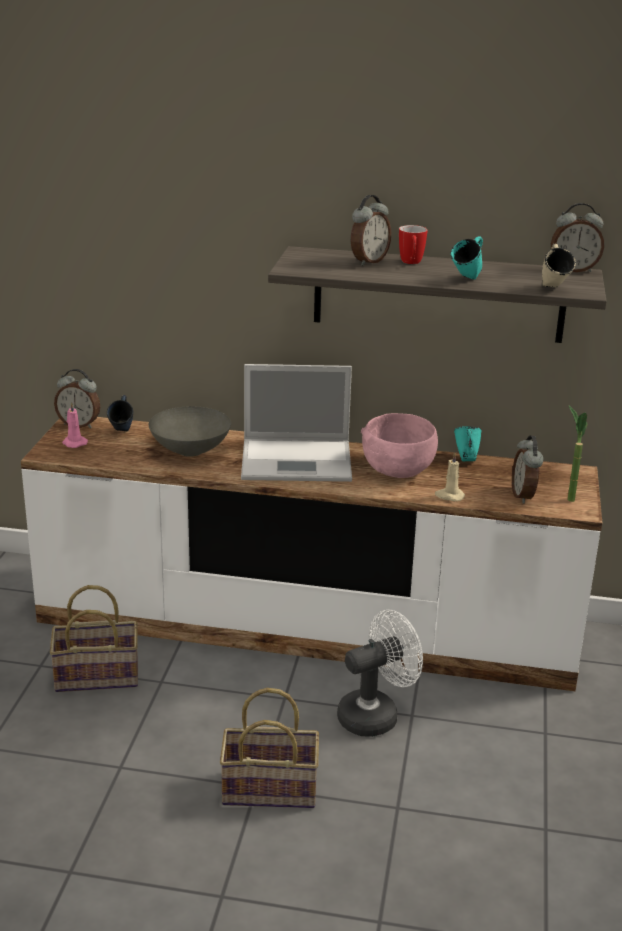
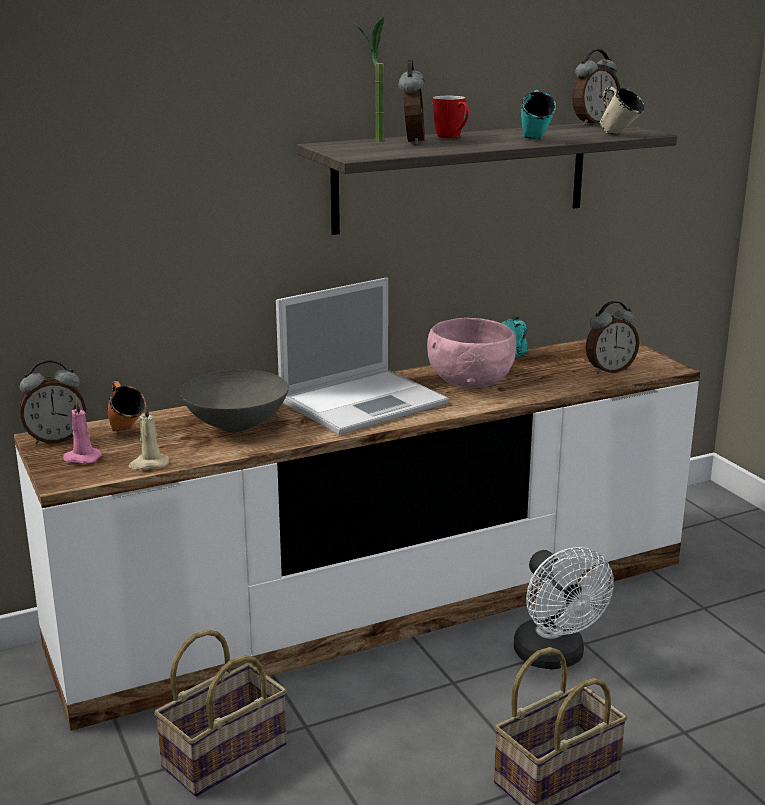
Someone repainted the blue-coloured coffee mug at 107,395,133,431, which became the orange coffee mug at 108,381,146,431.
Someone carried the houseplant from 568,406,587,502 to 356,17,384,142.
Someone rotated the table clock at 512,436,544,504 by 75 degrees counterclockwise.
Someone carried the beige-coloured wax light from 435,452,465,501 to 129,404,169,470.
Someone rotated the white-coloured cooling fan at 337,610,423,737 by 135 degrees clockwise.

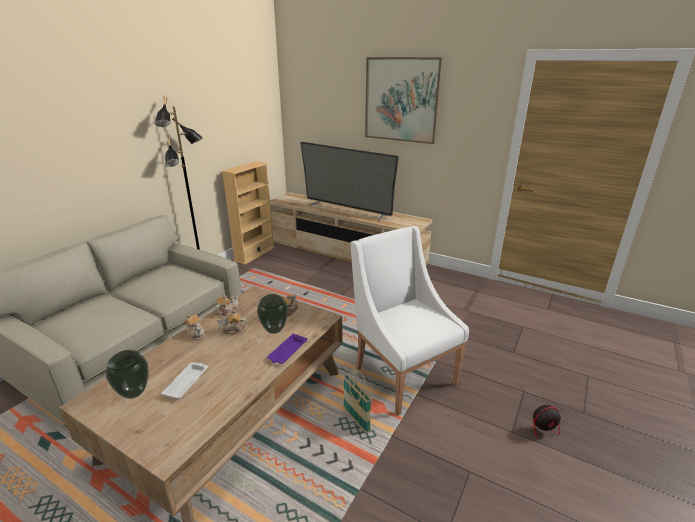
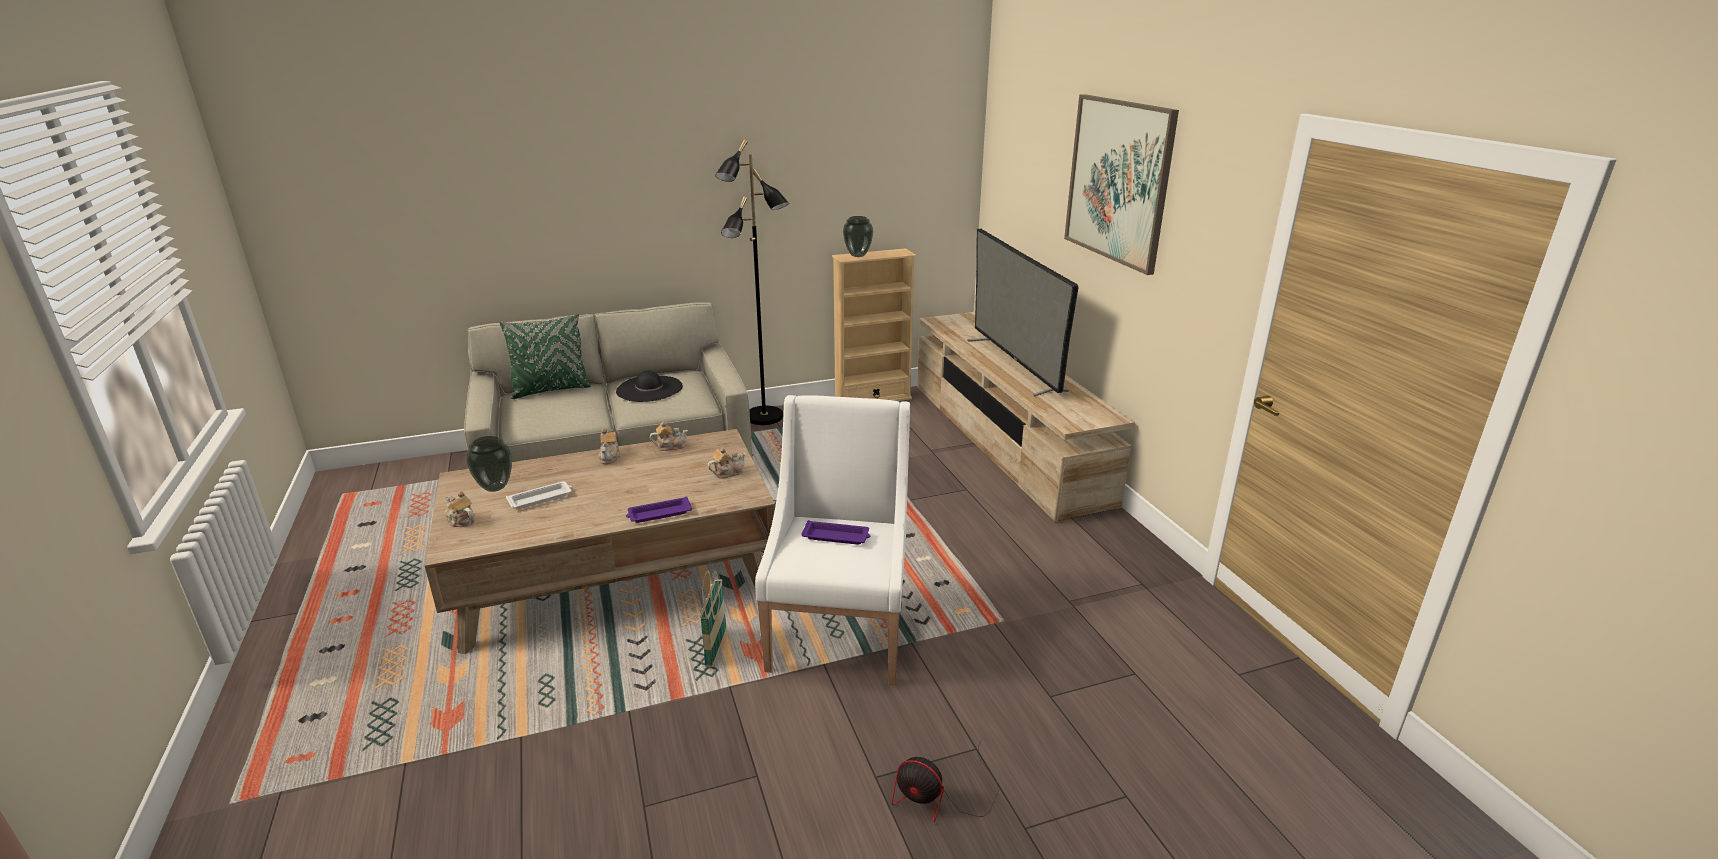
Someone carried the vase from 257,294,288,334 to 843,216,873,257.
Someone carried the pot for tea from 216,310,247,335 to 445,491,475,527.
Someone put down the green pillow at 500,314,591,399.
Someone put down the blackish hat at 616,370,683,402.
Someone put down the purplish tray at 801,520,870,545.

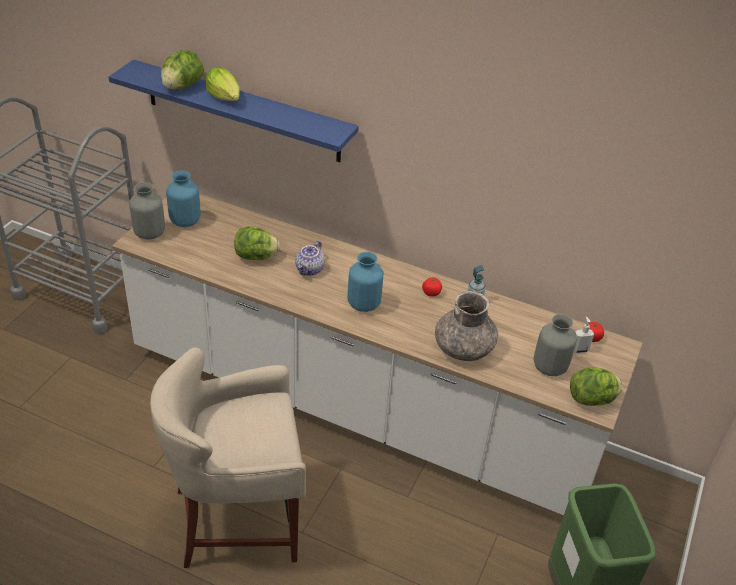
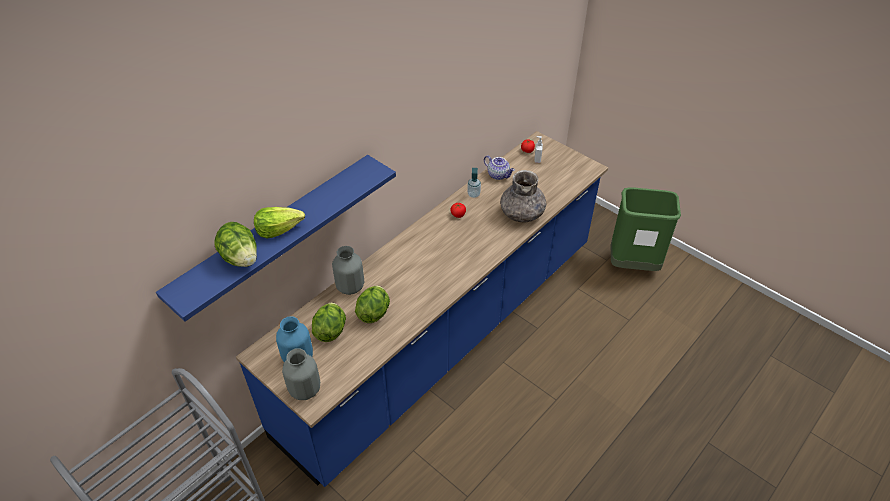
Someone repainted the white-coloured kitchen counter at 112,194,643,515, which became the blue-coloured kitchen counter at 236,131,608,487.
Someone carried the pot for tea from 295,240,325,276 to 484,155,515,180.
Someone took away the blue-coloured vase at 348,252,383,312.
Someone carried the grey vase from 534,314,577,376 to 332,246,364,295.
Someone took away the beige-coloured stool seat at 150,348,306,568.
Someone carried the lettuce head from 570,367,622,406 to 312,302,346,342.

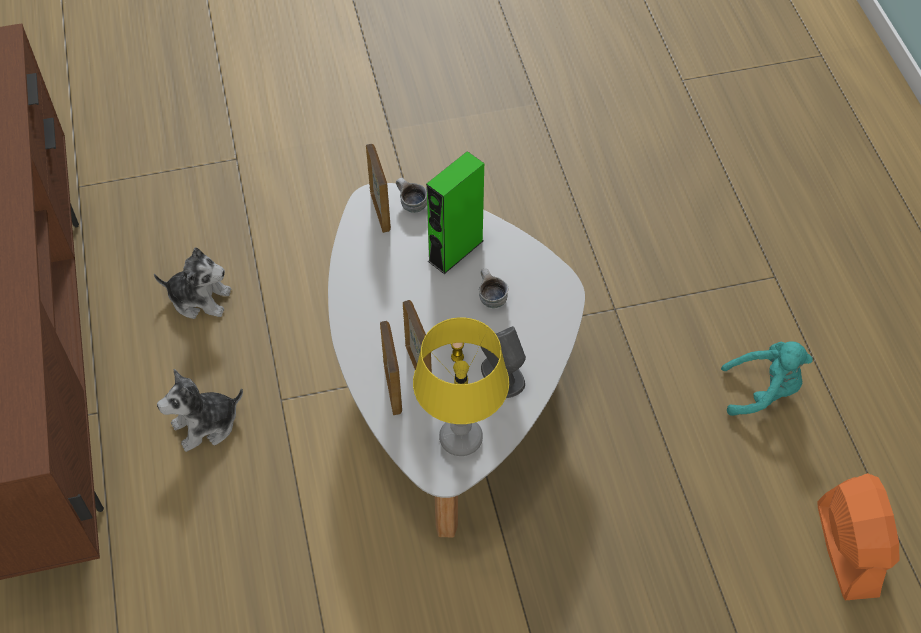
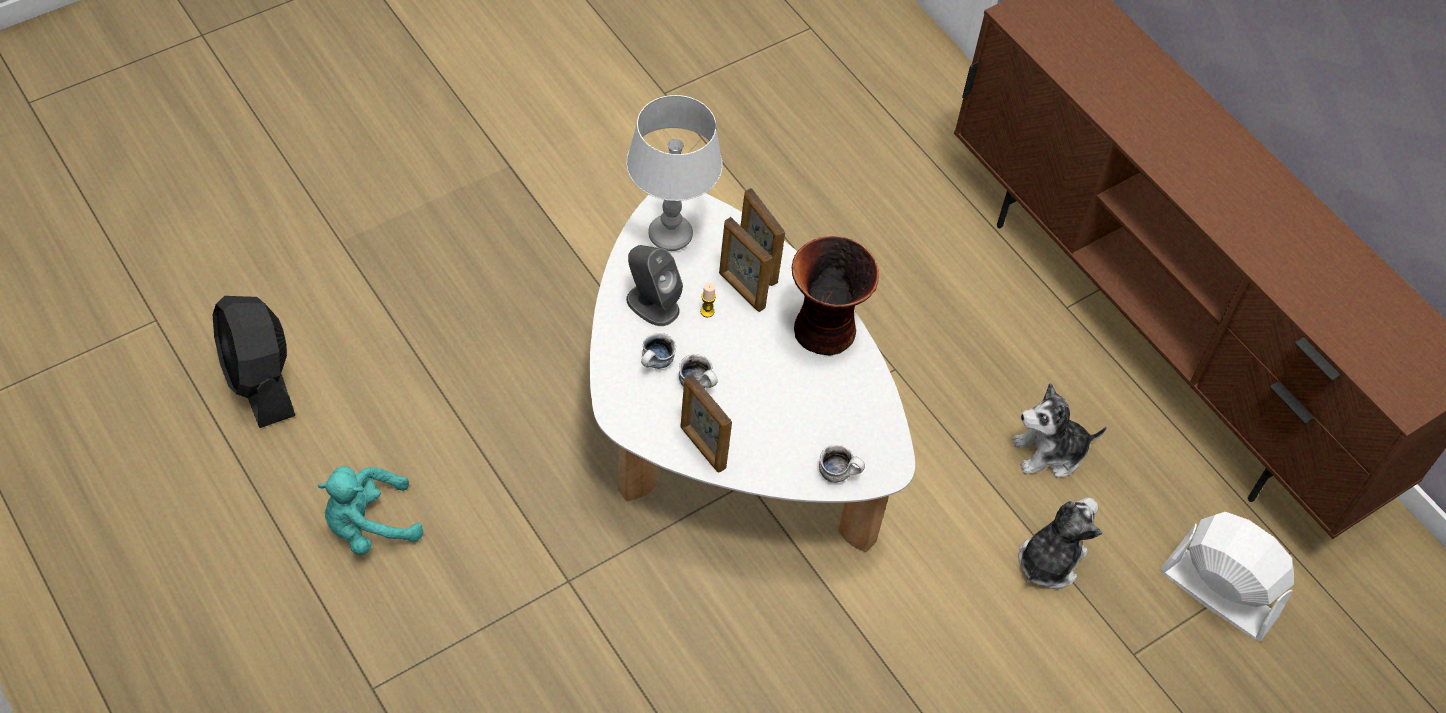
Someone carried the photo frame from 366,144,391,233 to 680,373,732,473.
Someone took away the green audio speaker at 426,151,484,274.
Someone repainted the yellow-coloured table lamp at 413,317,509,456, which became the grey table lamp at 626,95,722,251.
Someone carried the soft toy from 157,369,243,452 to 1018,497,1102,589.
Someone repainted the orange cooling fan at 817,473,900,601, which became the blackish cooling fan at 213,296,295,428.
Someone put down the vase at 792,236,879,355.
Someone put down the coffee mug at 641,333,676,369.
Someone put down the white-coloured cooling fan at 1160,512,1294,641.

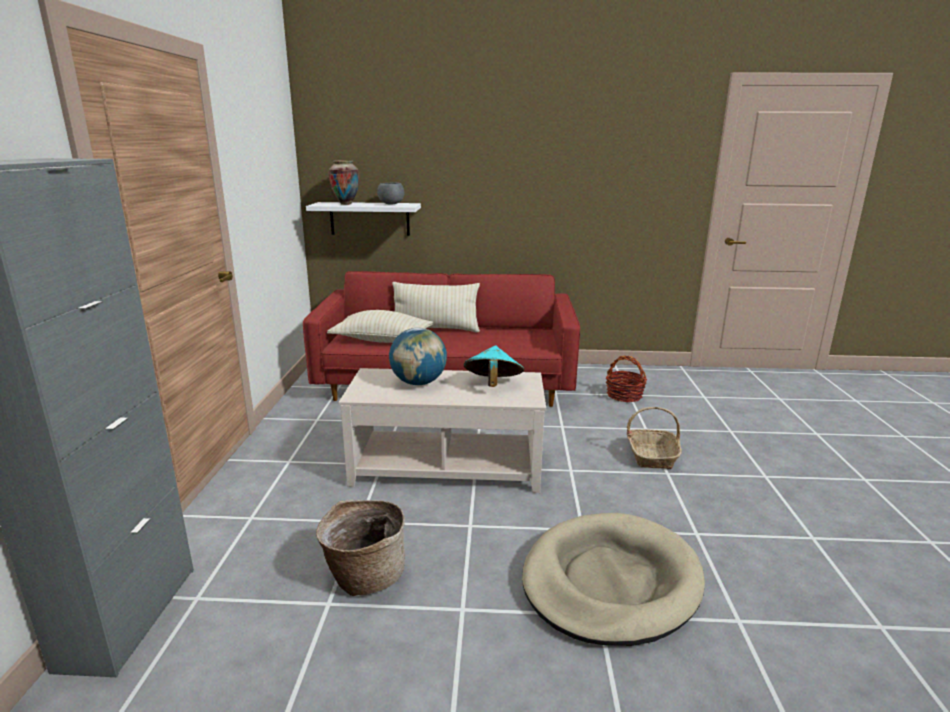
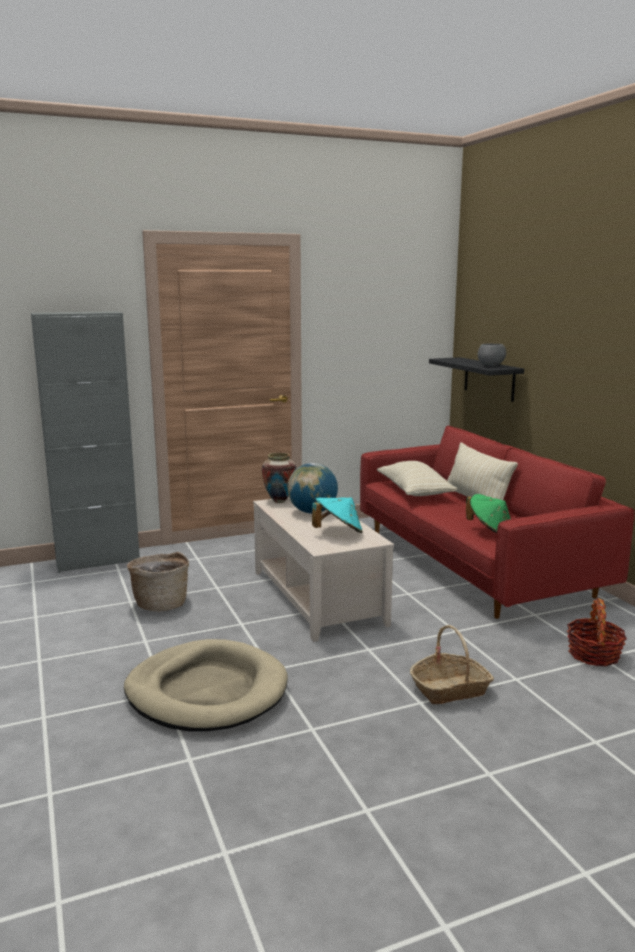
Someone carried the vase from 328,160,359,205 to 262,452,296,503.
Someone repainted the white-coloured bracket shelf at 306,202,421,236, which became the blackish bracket shelf at 429,357,524,402.
Someone put down the green hat at 466,494,511,533.

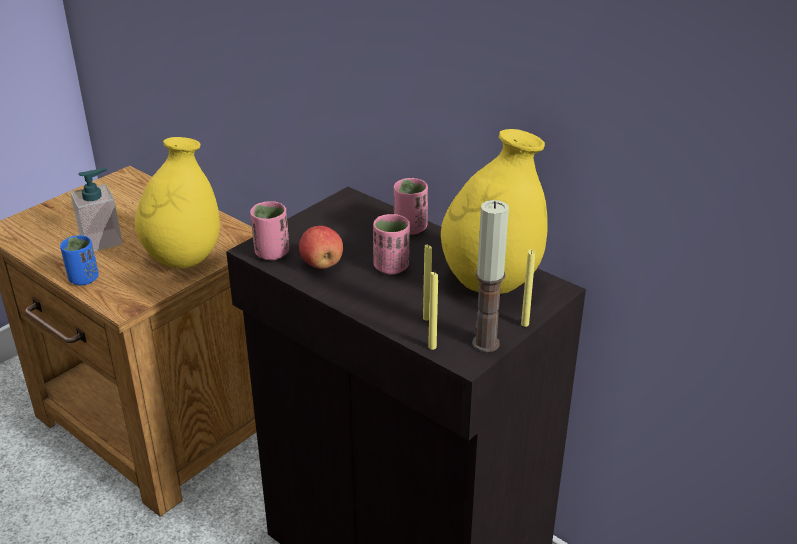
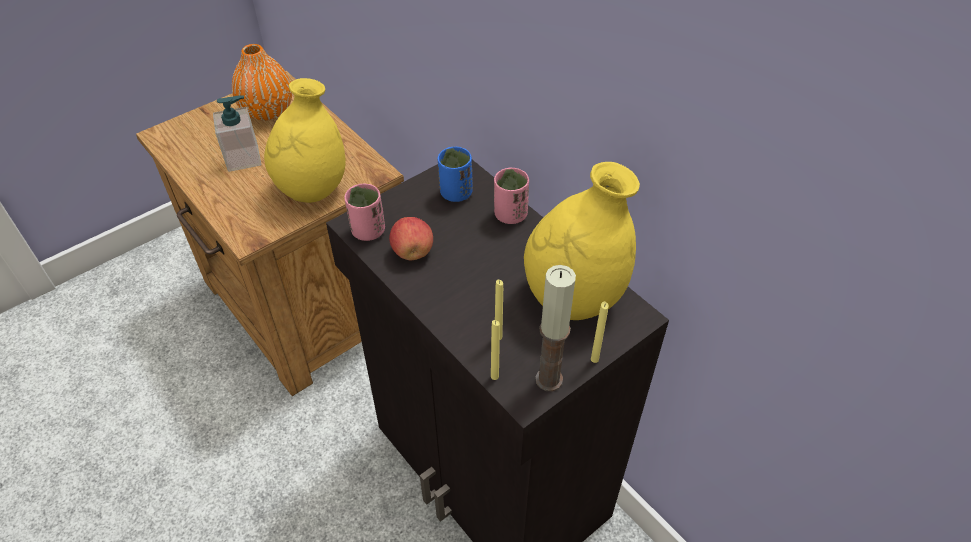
Someone took away the pink small cup at 373,214,410,275.
Someone carried the blue-coloured small cup from 60,235,99,285 to 438,146,473,202.
Someone put down the orange vase at 232,44,292,121.

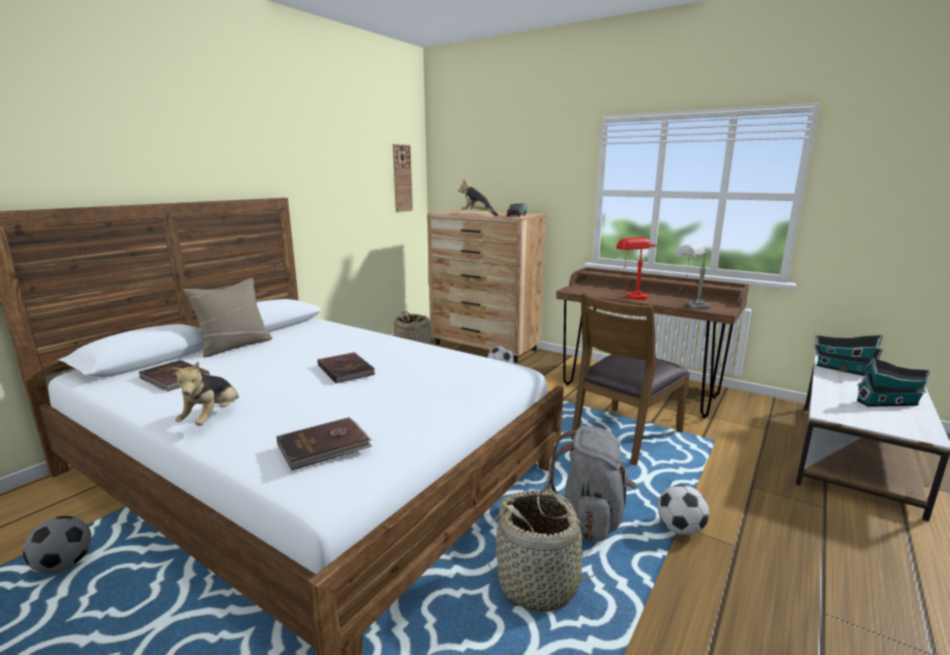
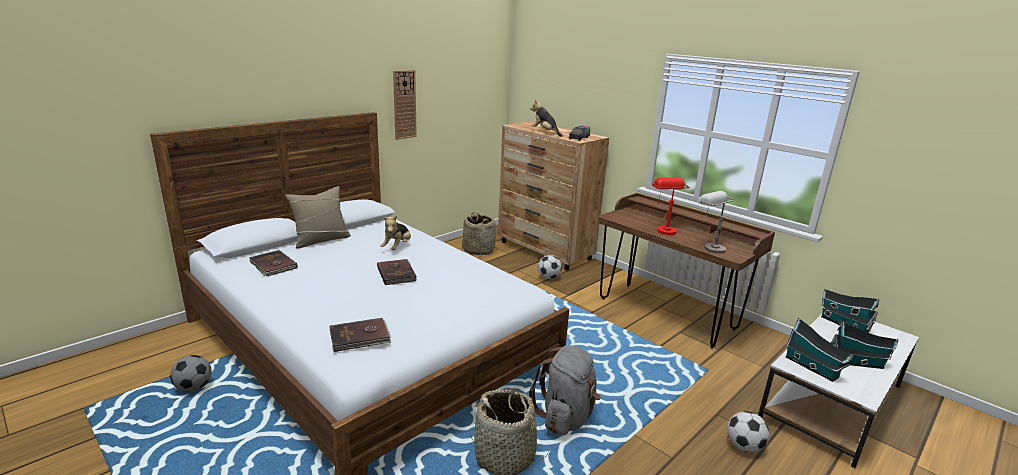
Someone carried the hanging clock from 393,144,413,212 to 393,70,417,140.
Someone took away the brown upright chair at 571,293,690,466.
Someone carried the soft toy from 172,361,239,426 to 381,215,411,250.
Someone carried the ball for football from 658,485,709,535 to 727,411,769,452.
Someone put down the model house at 786,318,853,382.

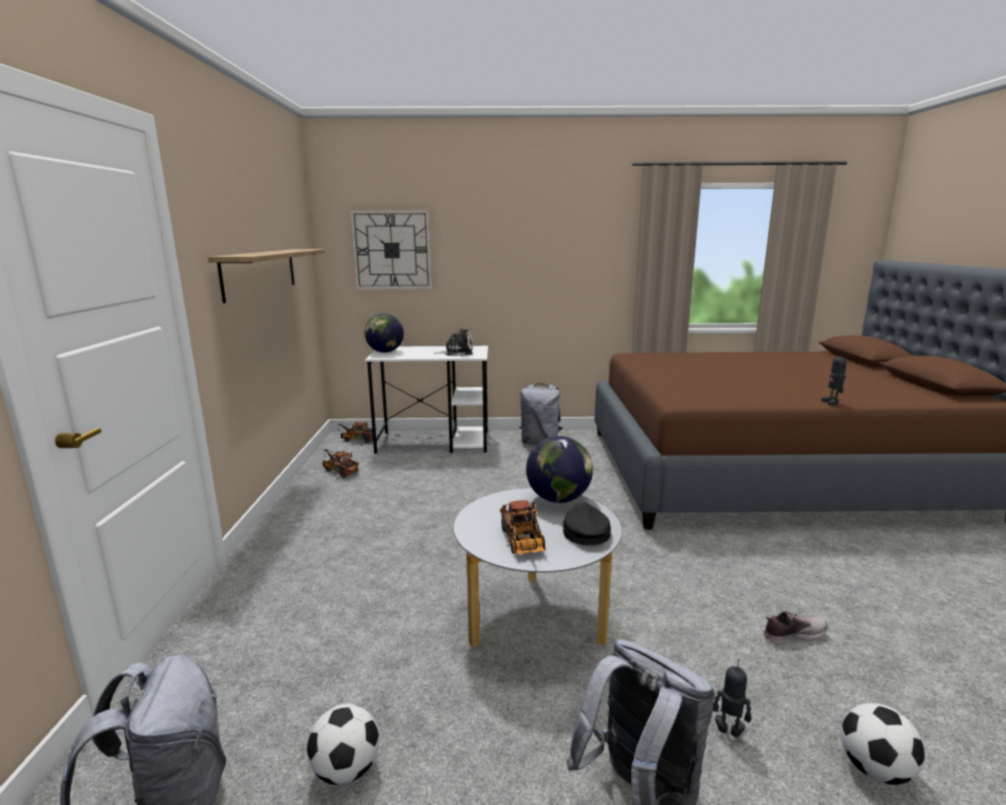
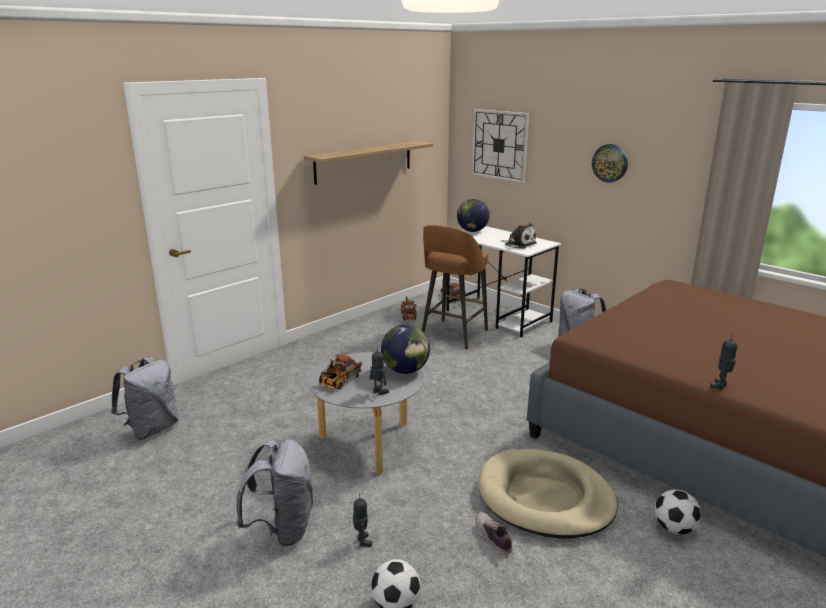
Someone swapped the blackish baseball cap at 562,502,611,545 for the toy robot at 370,346,389,395.
Someone rotated the low shoe at 764,611,828,645 by 150 degrees counterclockwise.
Someone carried the ball for football from 307,704,380,785 to 655,489,701,534.
Someone put up the hanging clock at 592,144,628,183.
Someone put down the brown stool seat at 422,225,488,349.
Someone put down the beige-coloured dog bed at 479,449,618,539.

